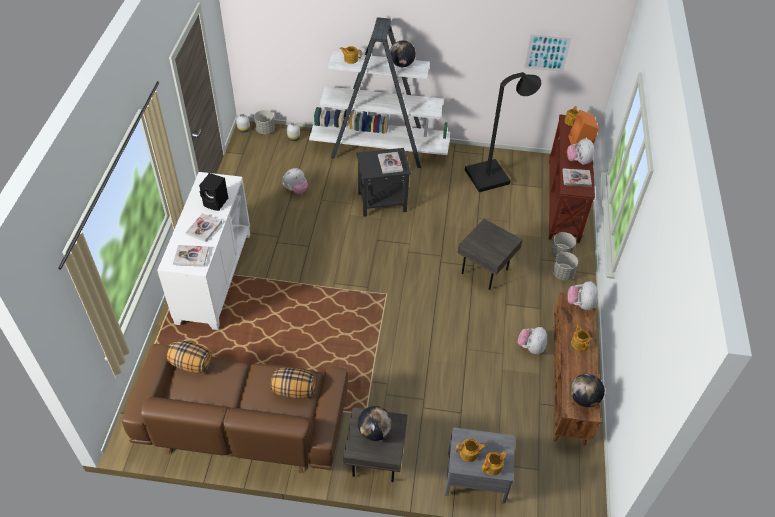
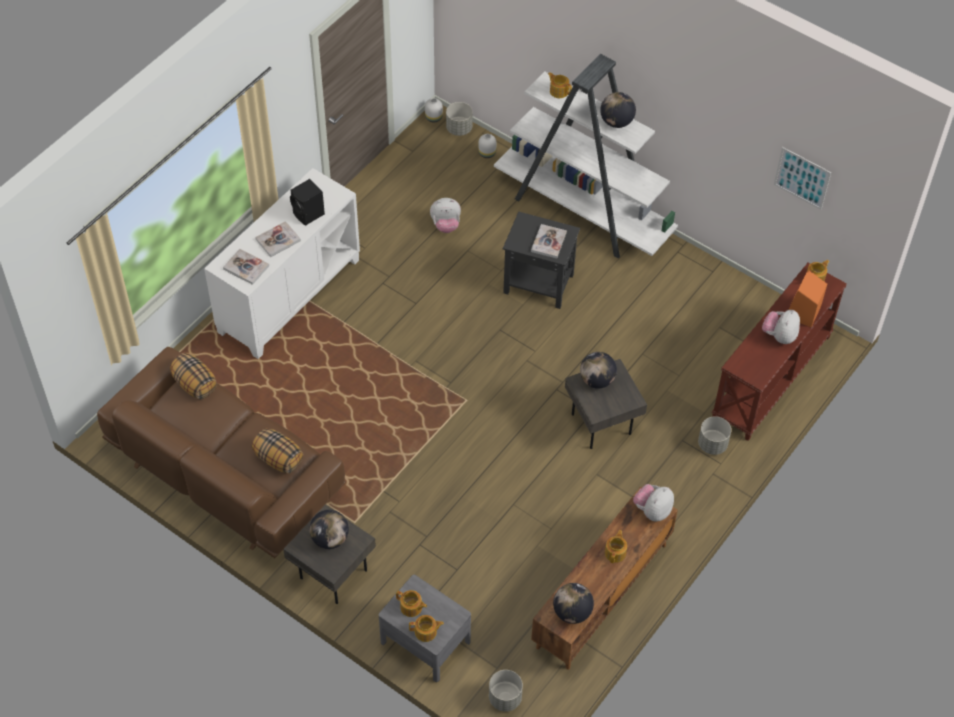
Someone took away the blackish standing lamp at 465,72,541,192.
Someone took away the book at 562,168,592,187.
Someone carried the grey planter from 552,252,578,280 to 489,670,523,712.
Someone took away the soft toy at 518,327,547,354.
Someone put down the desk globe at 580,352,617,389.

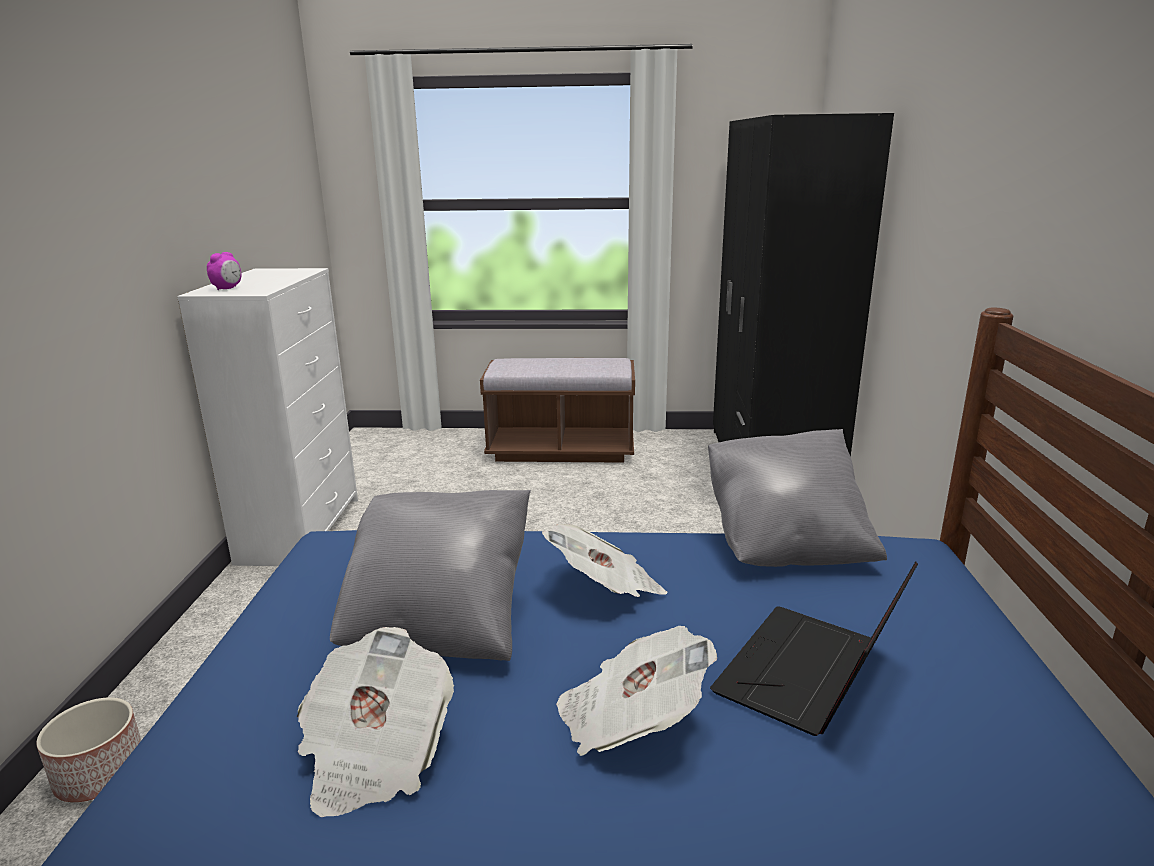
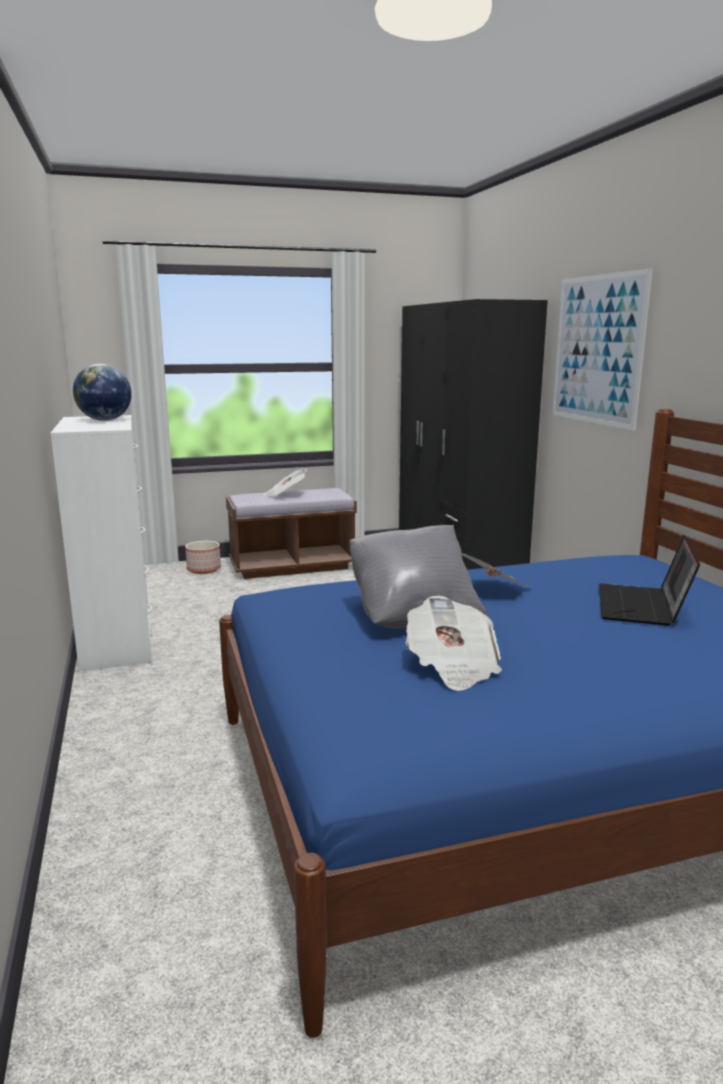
Someone took away the table clock at 207,252,241,290.
Someone took away the grey pillow at 708,429,887,567.
Someone carried the newspaper from 556,626,717,756 to 263,469,307,497.
Someone carried the planter from 36,698,141,802 to 185,541,221,574.
Someone put up the picture at 552,268,652,431.
Someone put down the desk globe at 73,364,132,421.

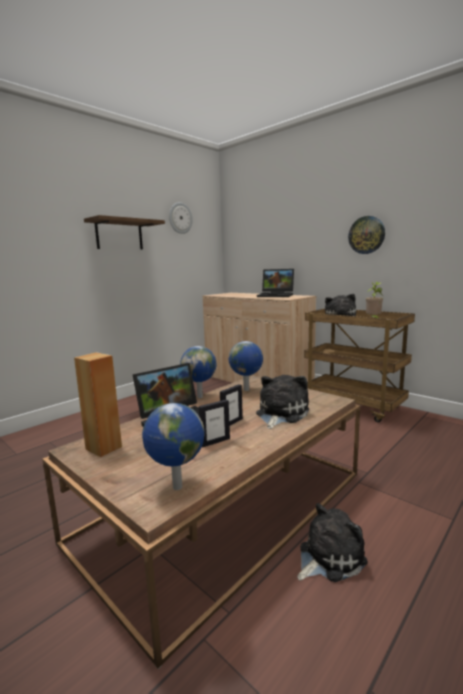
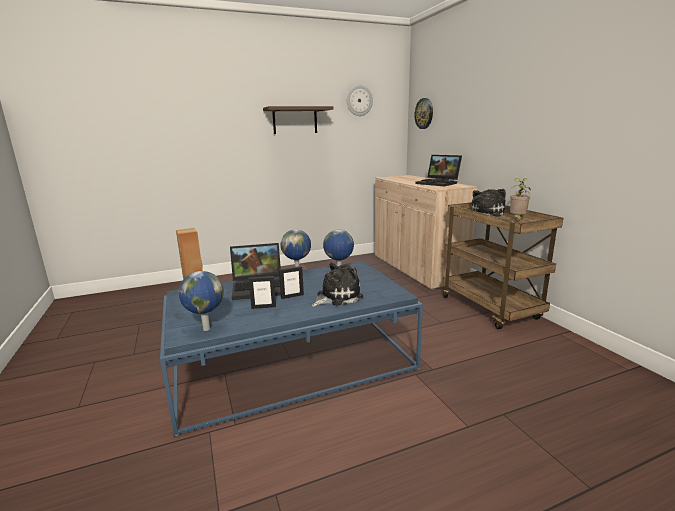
Someone carried the hanging clock from 348,216,385,254 to 414,98,433,129.
Someone repainted the brown lounge table at 42,376,360,669, which became the blue-coloured lounge table at 160,261,423,436.
Someone took away the soft toy at 297,503,368,582.

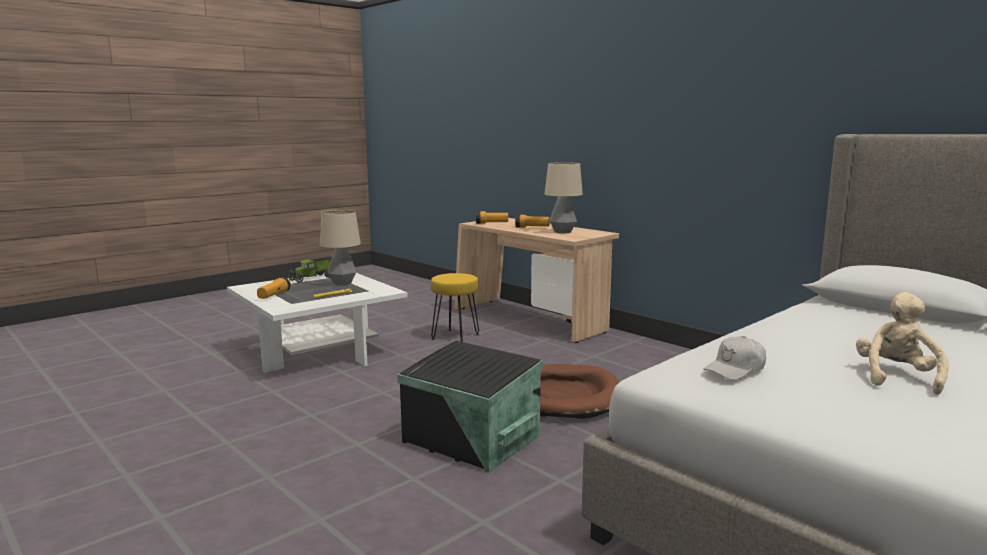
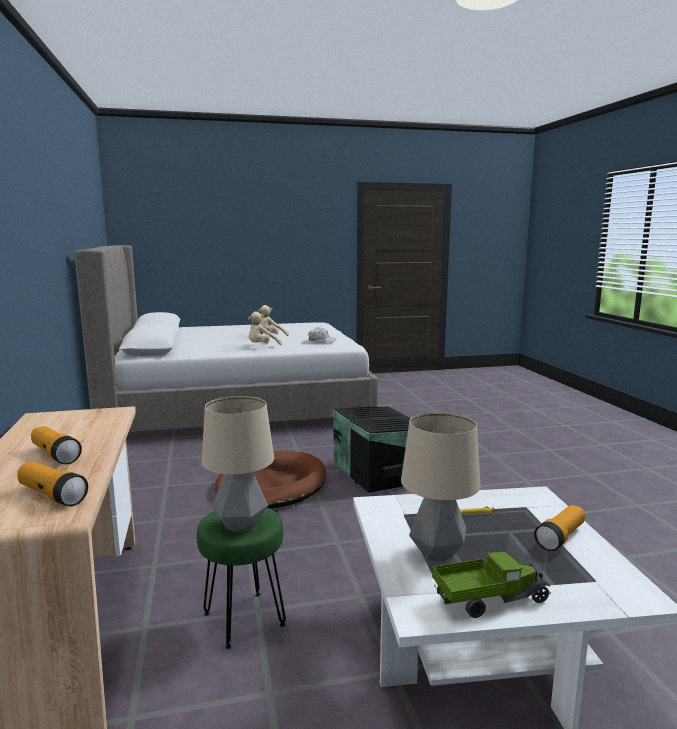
Someone carried the table lamp from 545,162,583,234 to 202,396,274,533.
Someone repainted the yellow-coloured stool seat at 431,273,479,342, which became the green stool seat at 197,508,286,650.
Someone put down the beige-coloured soft toy at 248,312,282,345.

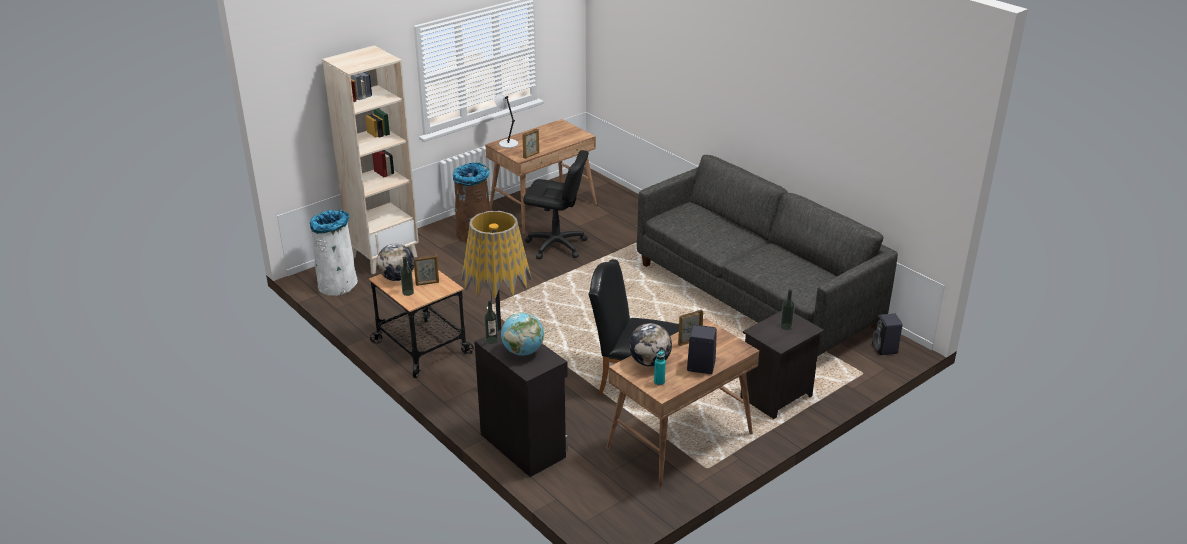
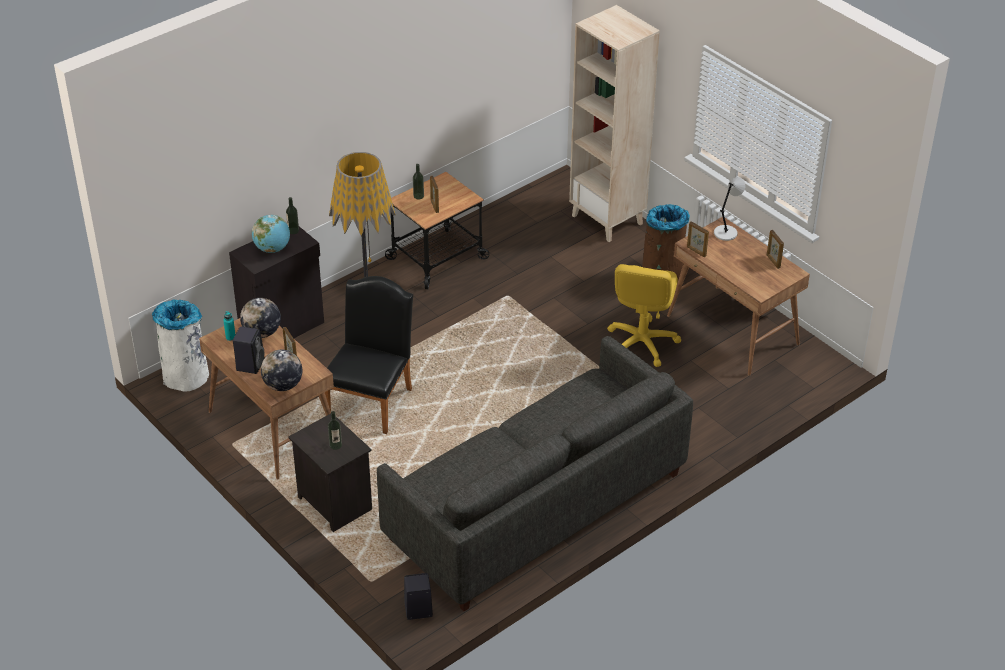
Someone repainted the blackish desk chair at 523,150,589,259, which became the yellow-coloured desk chair at 607,264,681,367.
Someone carried the white-coloured rubbish bin from 310,210,358,296 to 152,300,209,391.
Someone carried the desk globe from 377,244,414,281 to 261,350,302,391.
Someone put down the photo frame at 767,230,784,269.

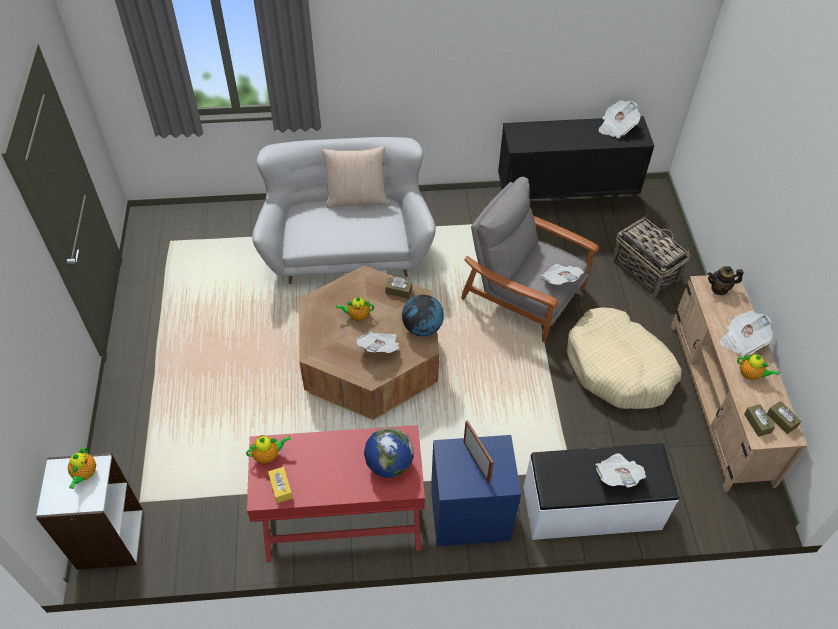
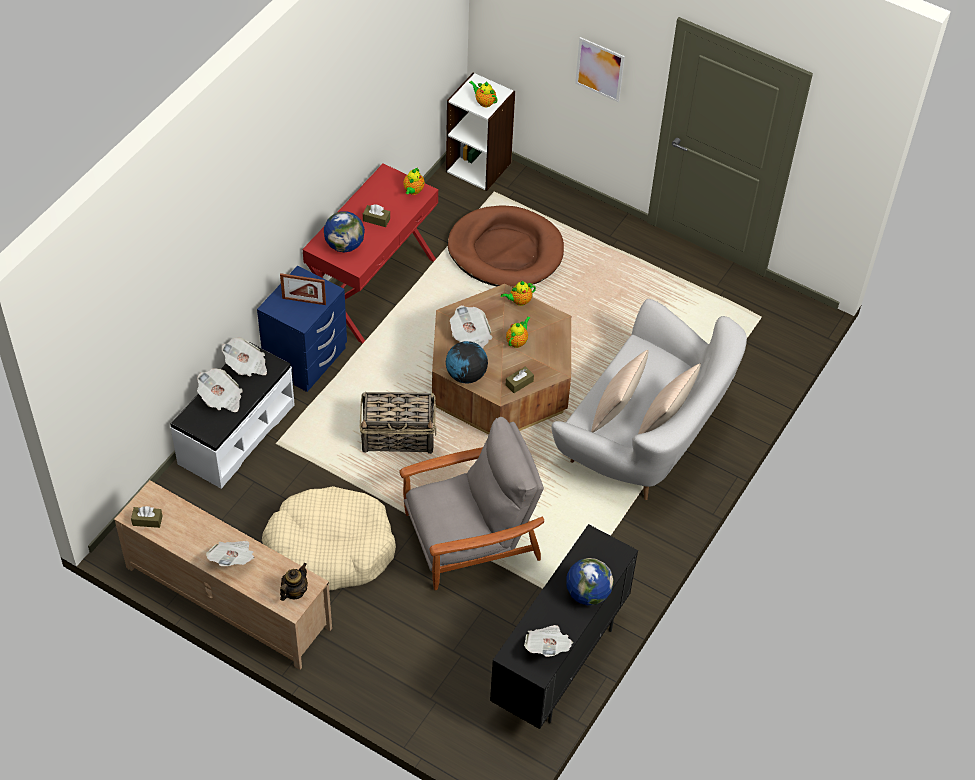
Someone carried the storage basket from 612,214,691,297 to 360,392,436,454.
Someone carried the newspaper from 540,264,584,285 to 222,338,267,376.
Someone carried the pot for tea from 737,354,780,380 to 501,281,536,306.
Someone carried the brown tissue holder from 744,404,775,437 to 363,204,390,227.
Someone took away the yellow-coloured tissue holder at 268,467,293,503.
Someone put up the picture at 575,37,625,102.
Someone put down the brown dog bed at 448,205,564,287.
Someone put down the beige-coloured pillow at 591,350,649,433.
Someone put down the desk globe at 566,558,614,605.

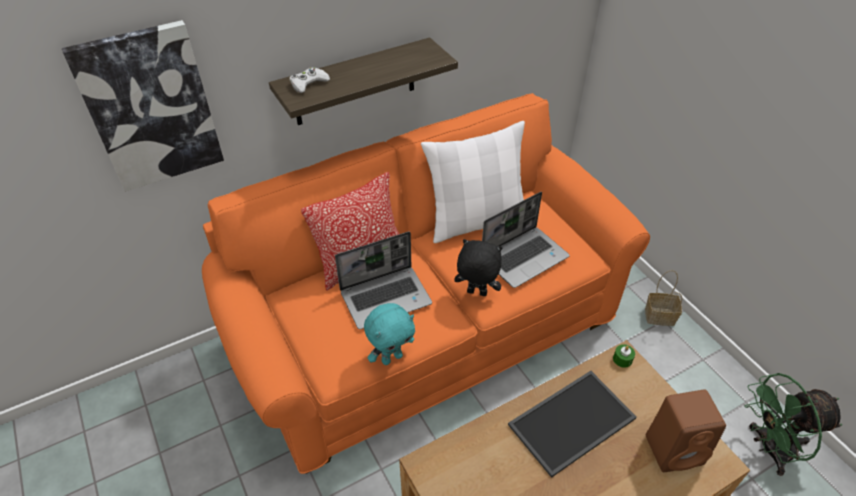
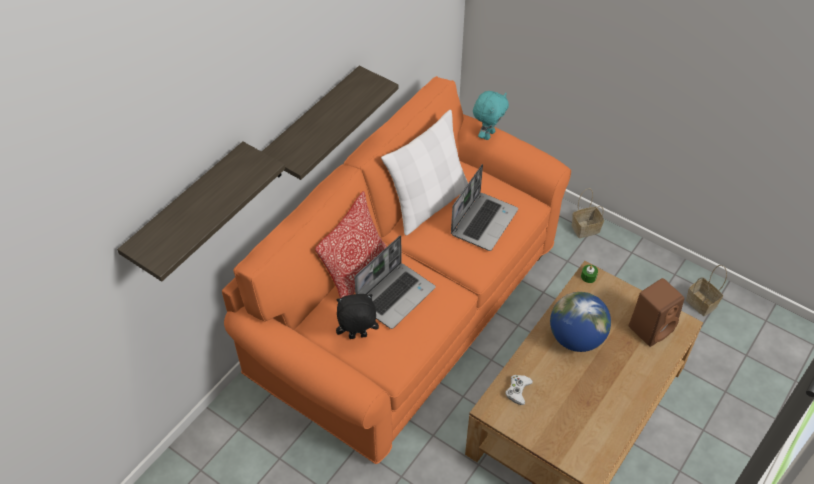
Someone swapped the picture at 62,20,224,192 for the bracket shelf at 117,141,285,282.
Someone carried the white-coloured gamepad from 290,67,330,93 to 505,375,533,405.
Someone carried the blackish soft toy from 454,239,503,296 to 336,294,379,339.
Someone carried the turquoise-coloured soft toy from 364,303,415,365 to 473,91,509,140.
Someone swapped the tray at 508,371,637,478 for the desk globe at 550,292,611,352.
Someone swapped the green cooling fan at 744,373,843,476 for the storage basket at 686,265,727,316.

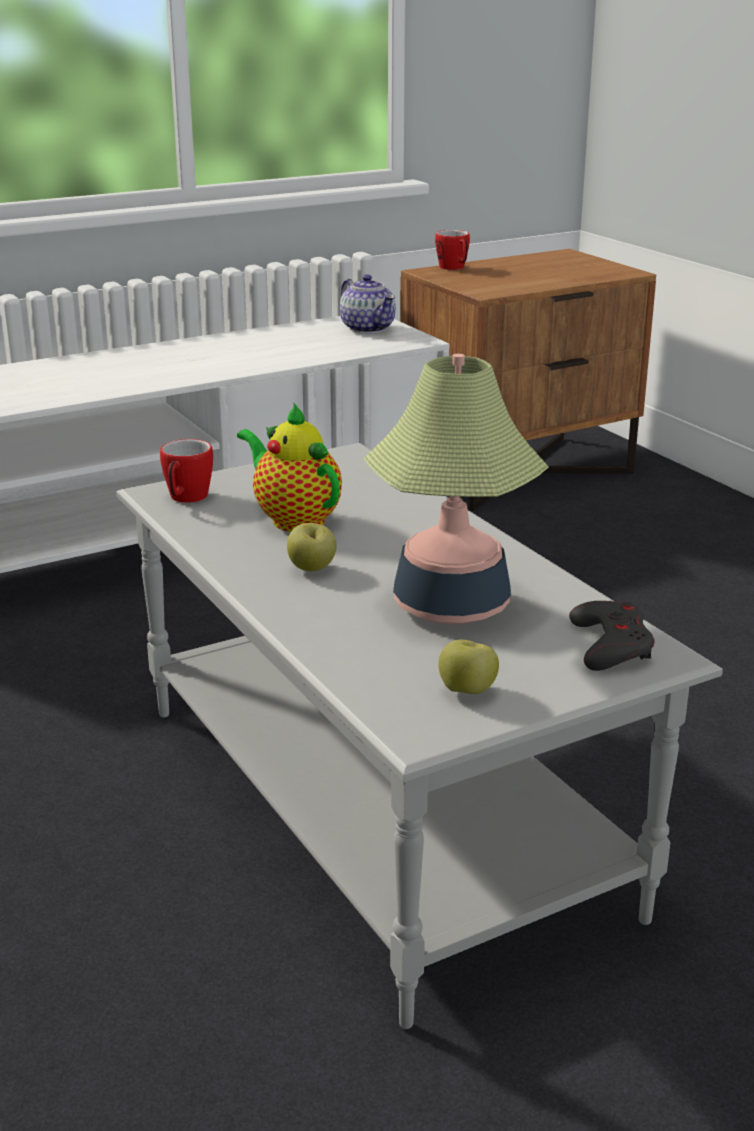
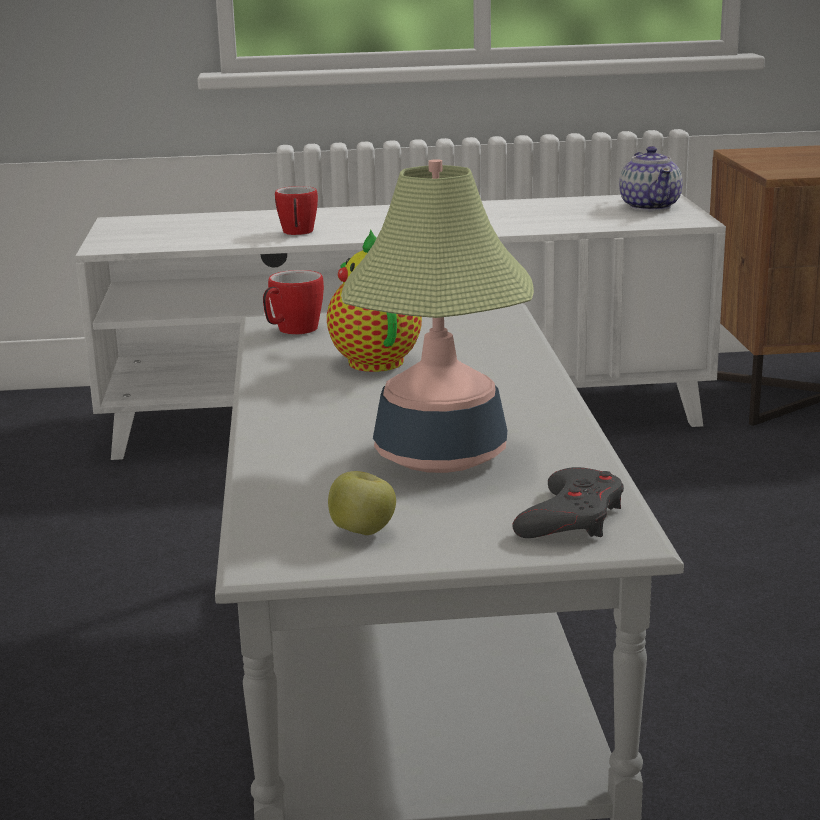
Someone carried the coffee mug from 435,230,470,270 to 275,186,318,235.
Someone took away the apple at 287,523,337,571.

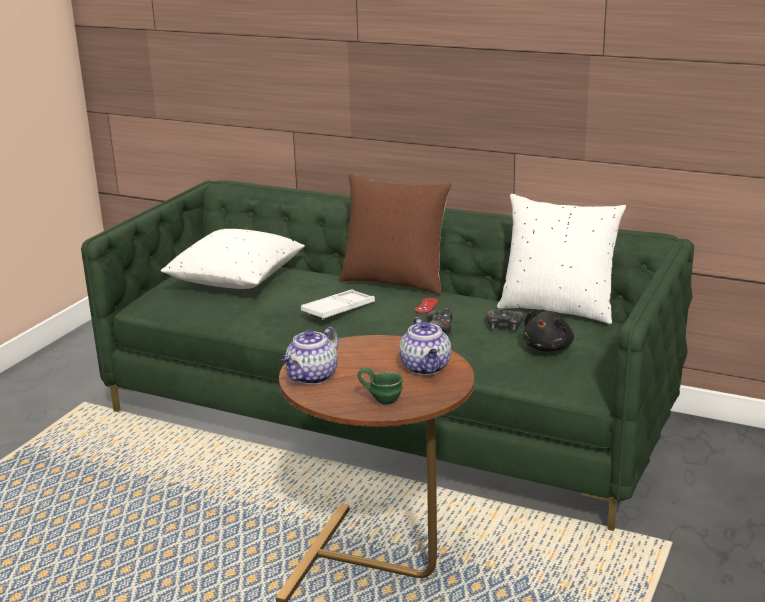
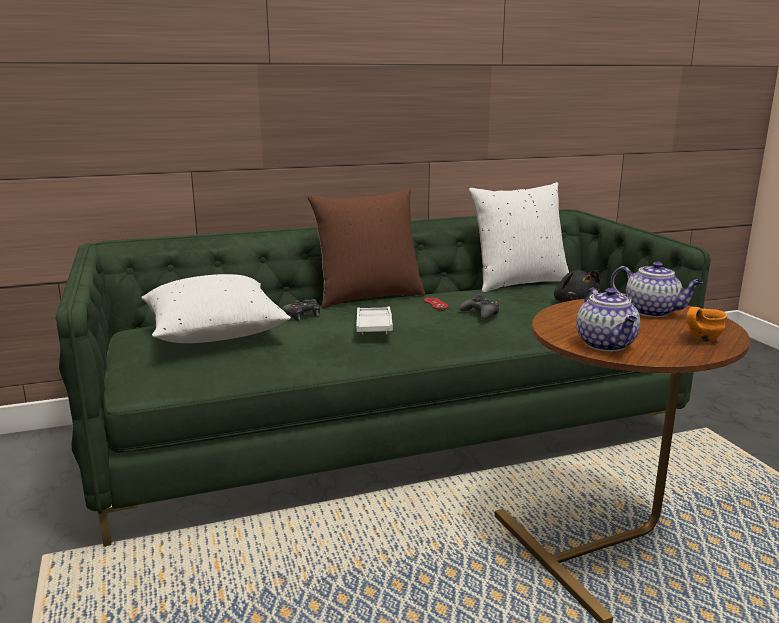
Someone carried the blackish gamepad from 486,309,525,330 to 281,299,320,320.
Someone repainted the green coffee mug at 358,368,403,405, which became the orange coffee mug at 686,307,728,341.

